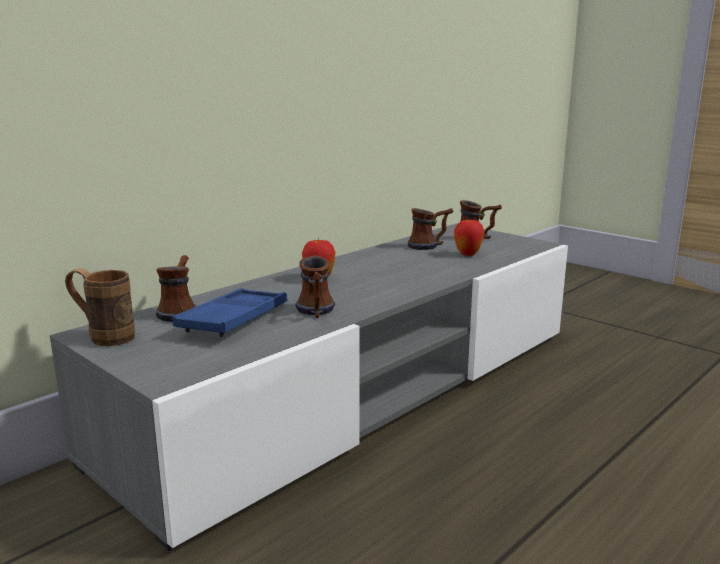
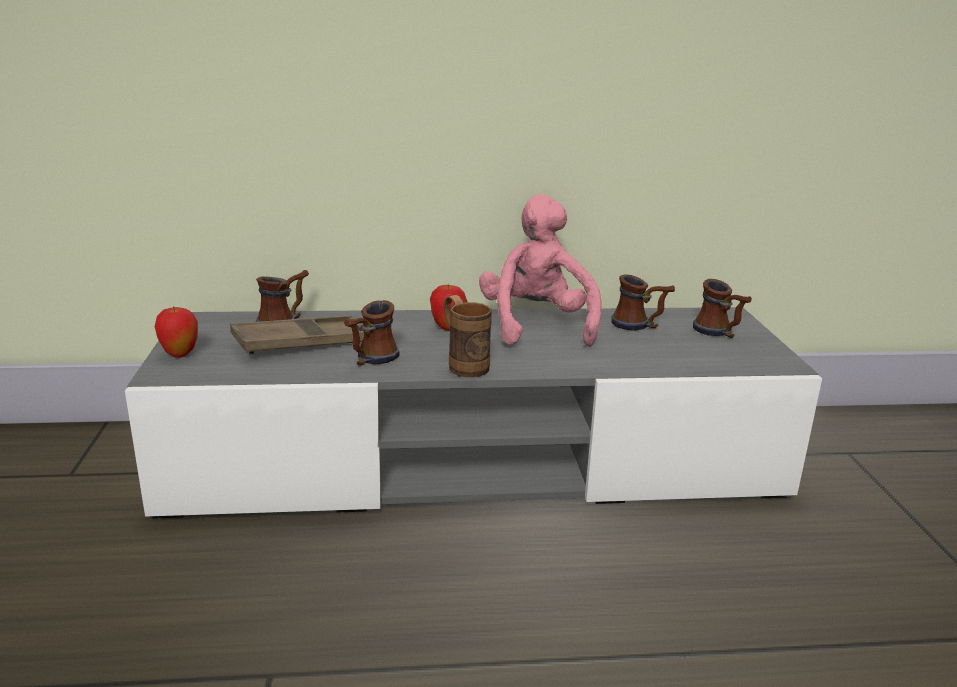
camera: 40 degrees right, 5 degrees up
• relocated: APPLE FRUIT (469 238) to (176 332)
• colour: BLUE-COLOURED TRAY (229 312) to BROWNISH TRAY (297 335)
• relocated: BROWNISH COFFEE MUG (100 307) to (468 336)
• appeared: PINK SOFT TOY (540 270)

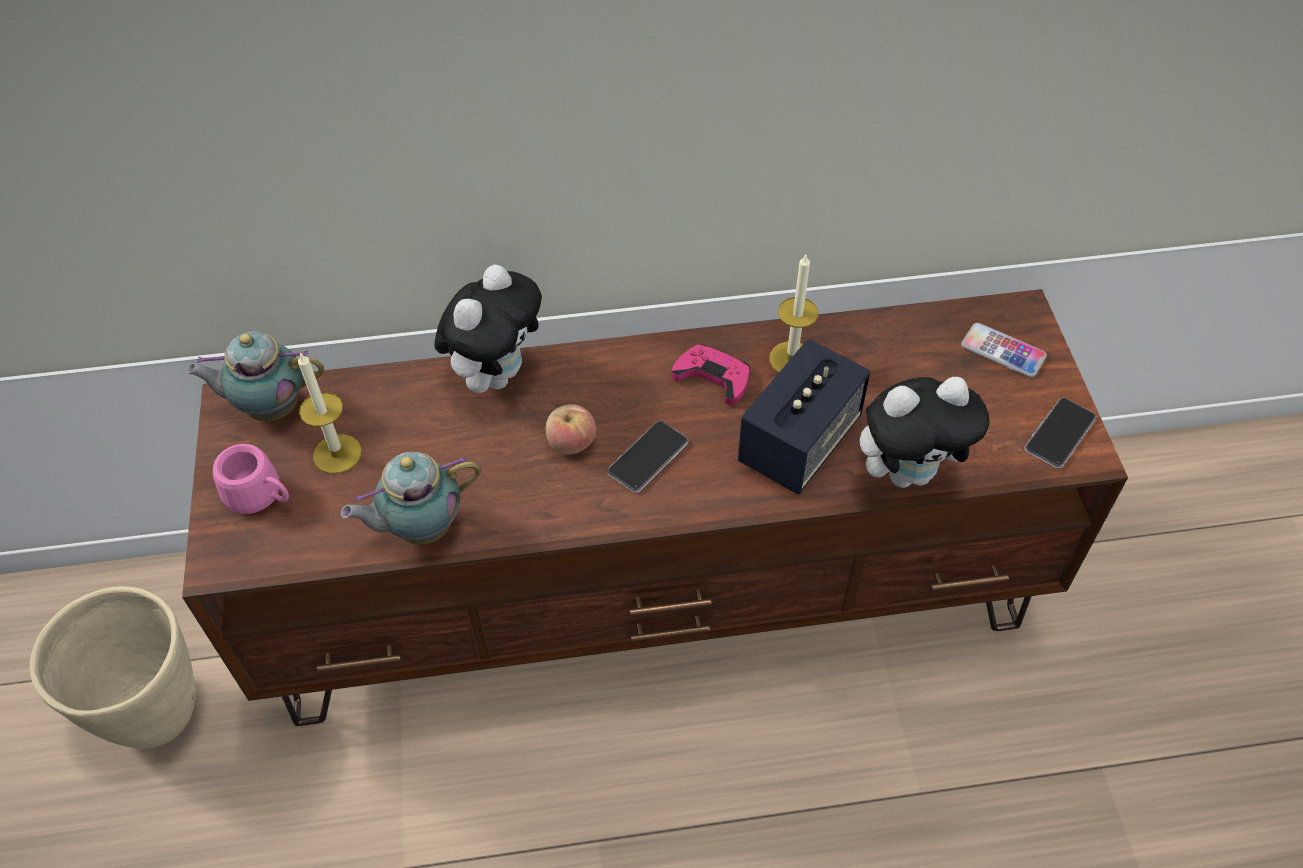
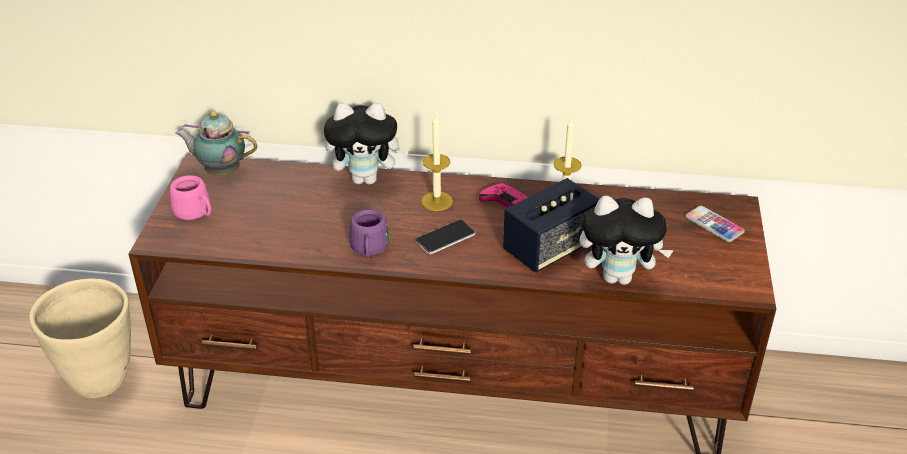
camera: 15 degrees right, 15 degrees down
• spun: SOFT TOY (488 329) = (366 144) 45 degrees clockwise
• appeared: PURPLE-COLOURED COFFEE MUG (369 233)
• relocated: CANDLE (330 413) to (437 163)
• missing: TEAPOT (411 498)
• missing: APPLE FRUIT (570 429)
• missing: TELEPHONE (1060 433)

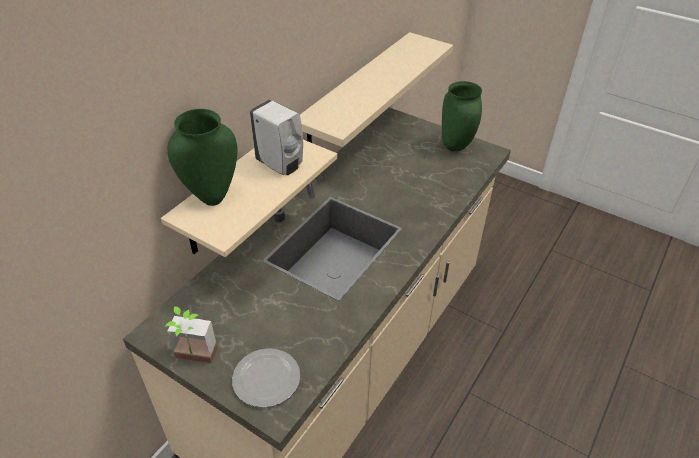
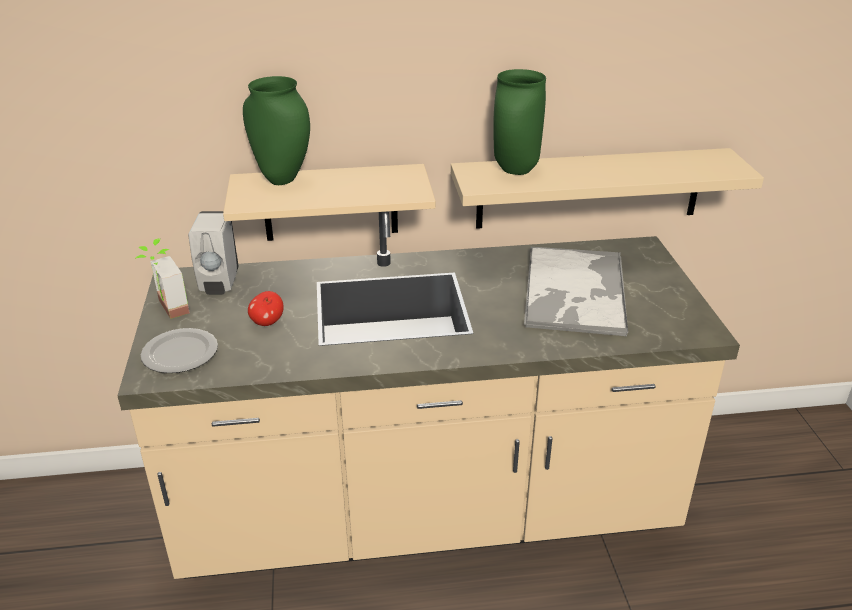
camera: 50 degrees right, 10 degrees down
• relocated: WHITE SOAP BOTTLE (276 137) to (213 253)
• appeared: APPLE FRUIT (266 308)
• relocated: GREEN-COLOURED VASE (462 116) to (519 122)
• appeared: TRAY (576 291)

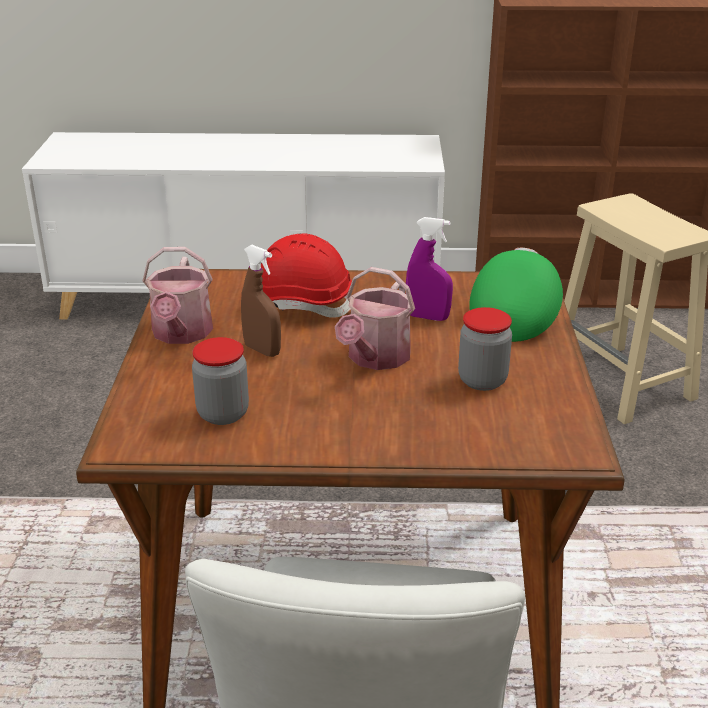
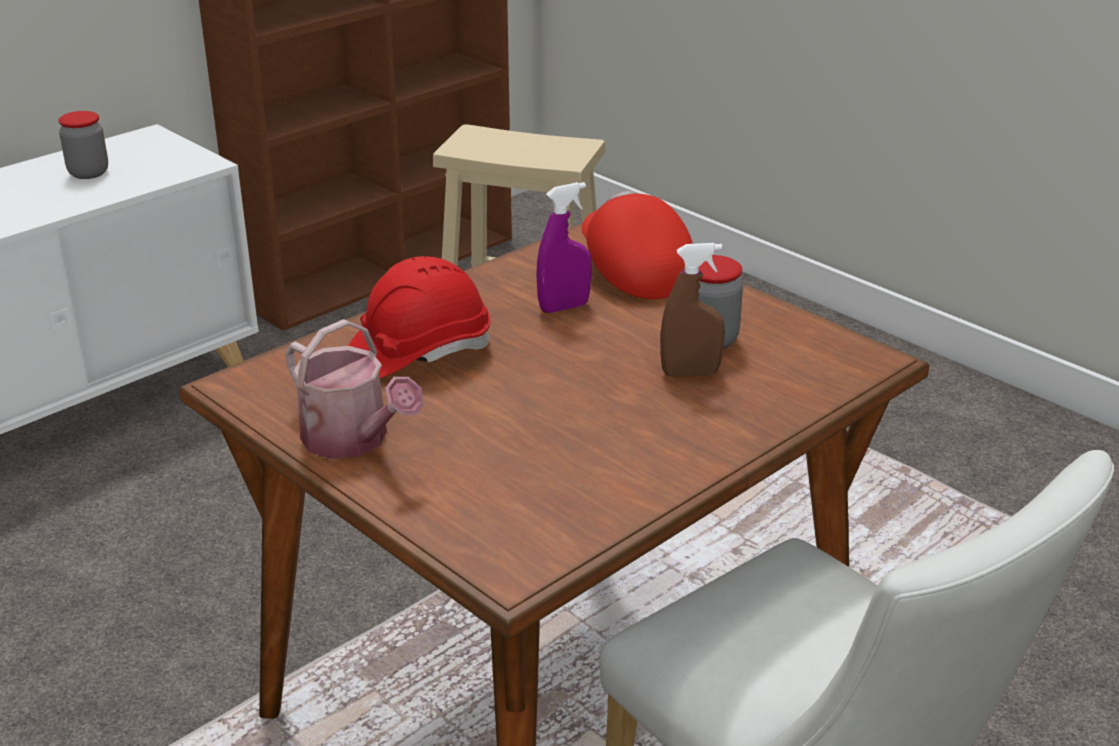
camera: 45 degrees left, 0 degrees up
• relocated: STORAGE JAR (220 381) to (83 145)
• colour: GREEN-COLOURED CAP (516 295) to RED CAP (637 245)
• relocated: BROWNISH SPRAY BOTTLE (261 301) to (692 310)
• missing: WATERING CAN (375 318)

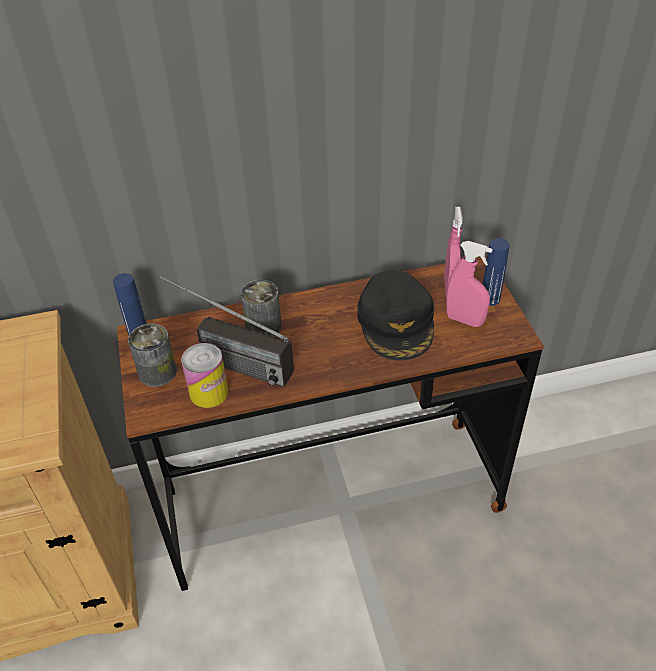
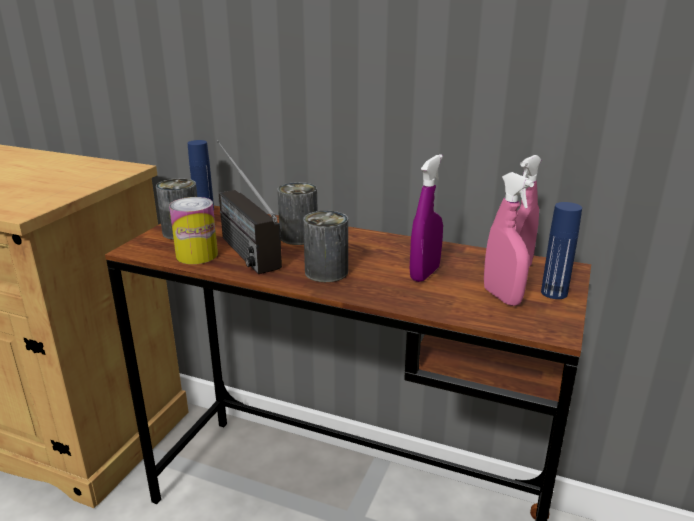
camera: 35 degrees right, 20 degrees down
• appeared: METAL CAN (325 246)
• exchanged: BLACK-COLOURED CAP (395 315) to PURPLE-COLOURED SPRAY BOTTLE (426 218)

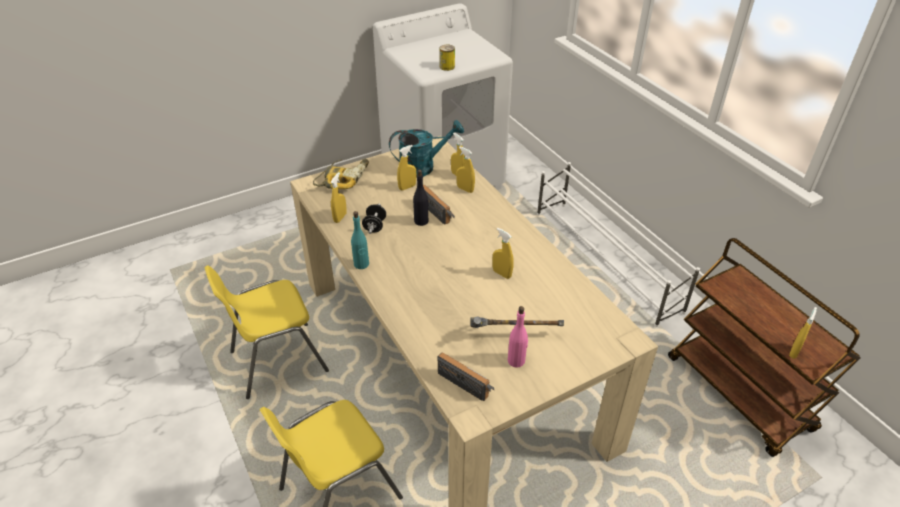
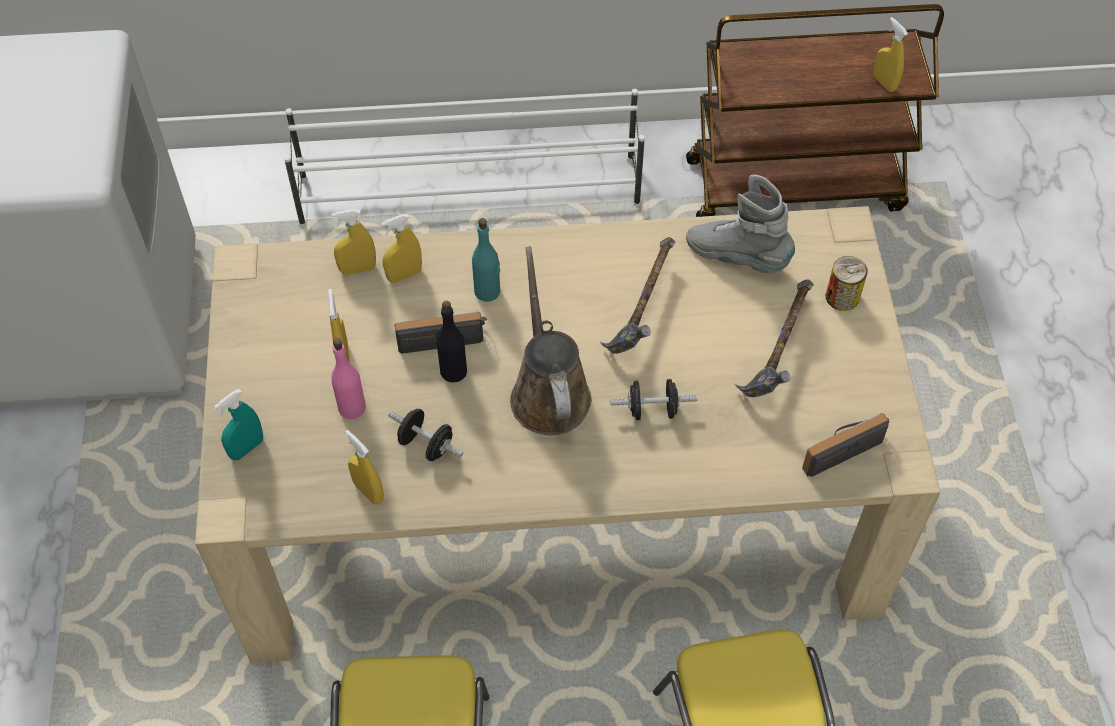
camera: 65 degrees left, 15 degrees up
• exchanged: ELECTRIC DRILL (341 174) to TURQUOISE SPRAY BOTTLE (238 425)
• relocated: PINK BEVERAGE BOTTLE (518 336) to (348 378)
• relocated: TURQUOISE BEVERAGE BOTTLE (360 240) to (486 260)
• appeared: BROWNISH WATERING CAN (550 340)
• exchanged: YELLOW SPRAY BOTTLE (503 253) to TOOL HAMMER (637 295)
• appeared: BLACK-COLOURED DUMBBELL (653 399)
• appeared: GRAY BOOT (740 224)
• relocated: METAL CAN (447 58) to (847 283)
• missing: TURQUOISE WATERING CAN (426 149)

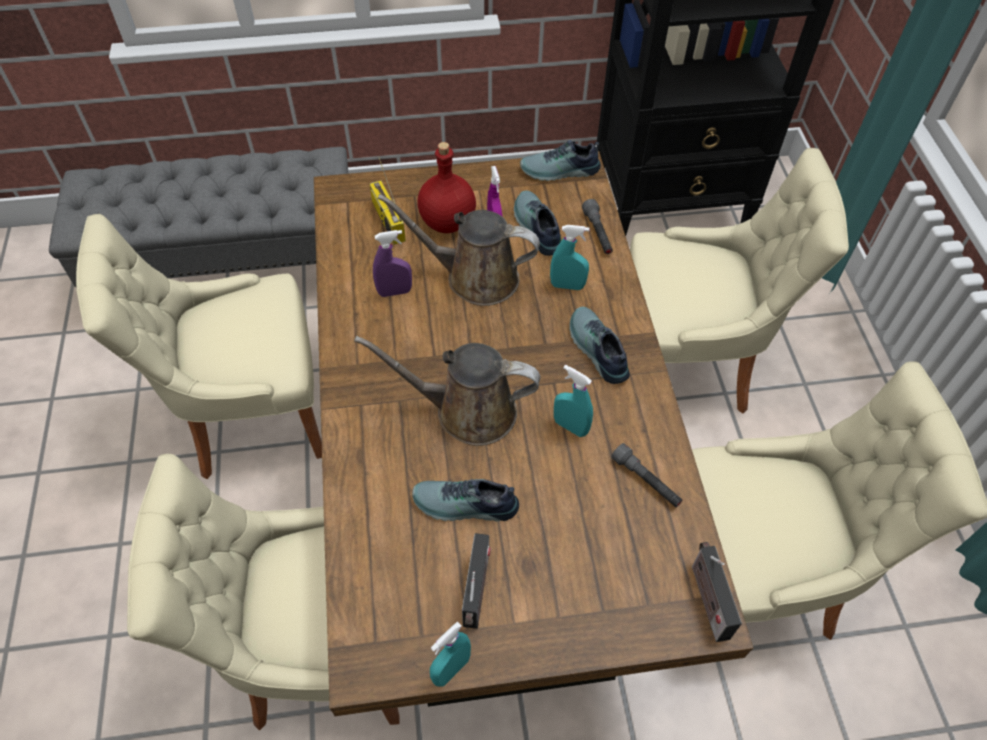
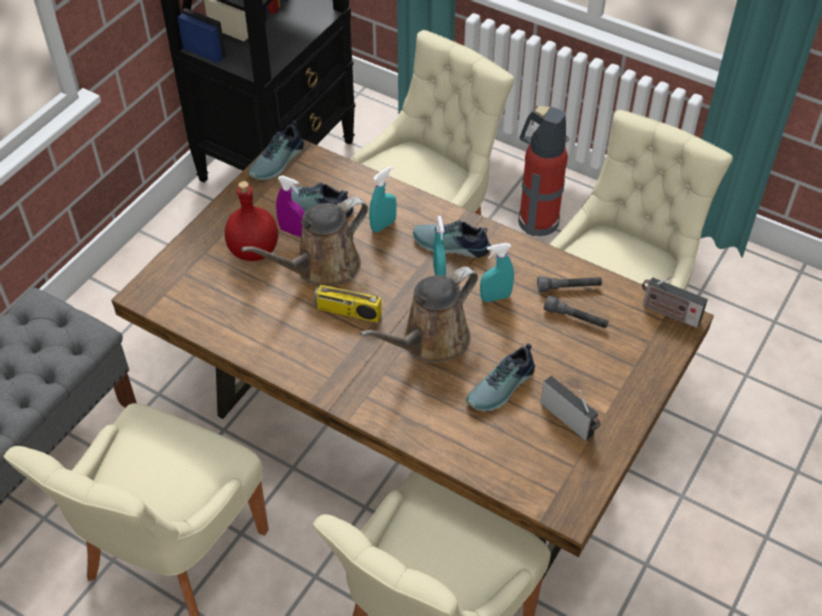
camera: 50 degrees left, 5 degrees down
• relocated: RADIO SET (388 201) to (348 292)
• relocated: TURQUOISE SPRAY BOTTLE (450 654) to (439 246)
• appeared: FIRE-FIGHTING CYLINDER (544 171)
• relocated: GRAY FLASHLIGHT (597 226) to (576 311)
• missing: PURPLE-COLOURED SPRAY BOTTLE (392 263)

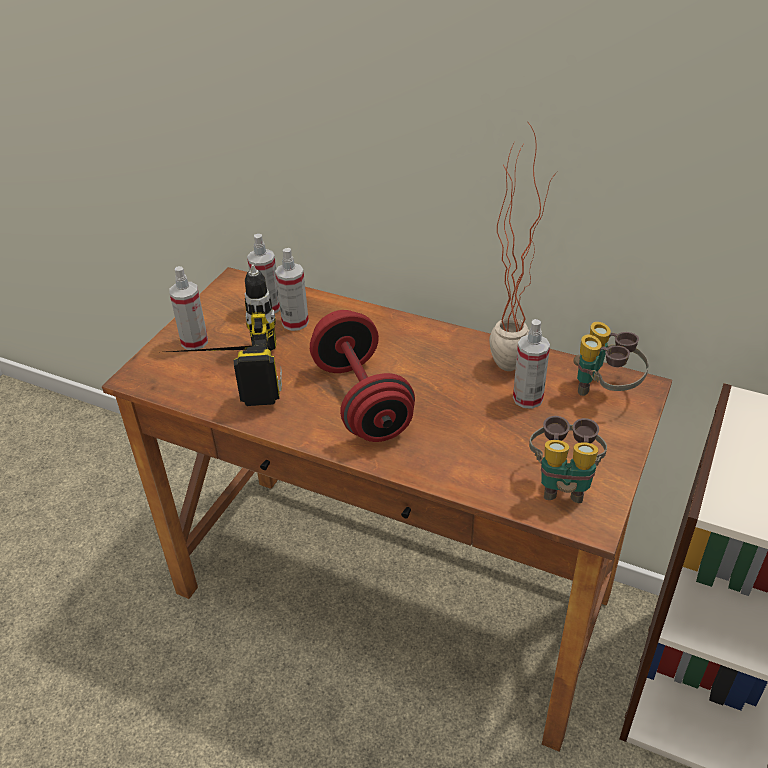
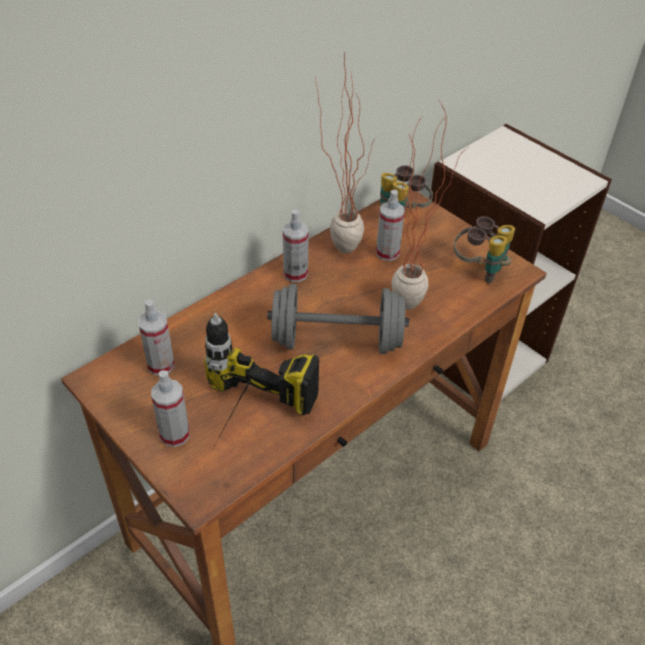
camera: 70 degrees left, 5 degrees up
• colour: RED DUMBBELL (362 376) to GRAY DUMBBELL (338 319)
• relocated: SPRAY BOTTLE (292 289) to (296 245)
• appeared: PLANT IN A POT (429 204)

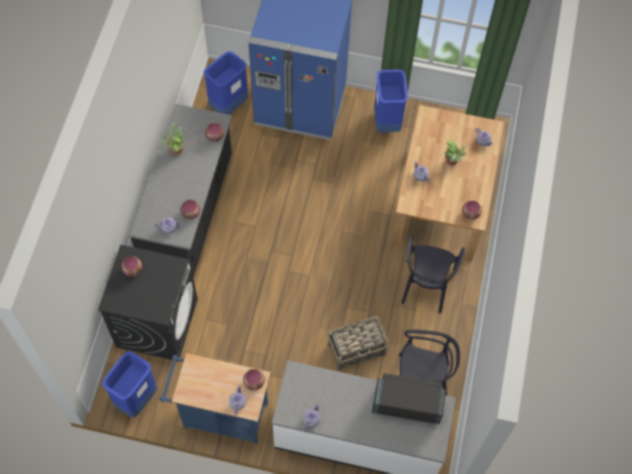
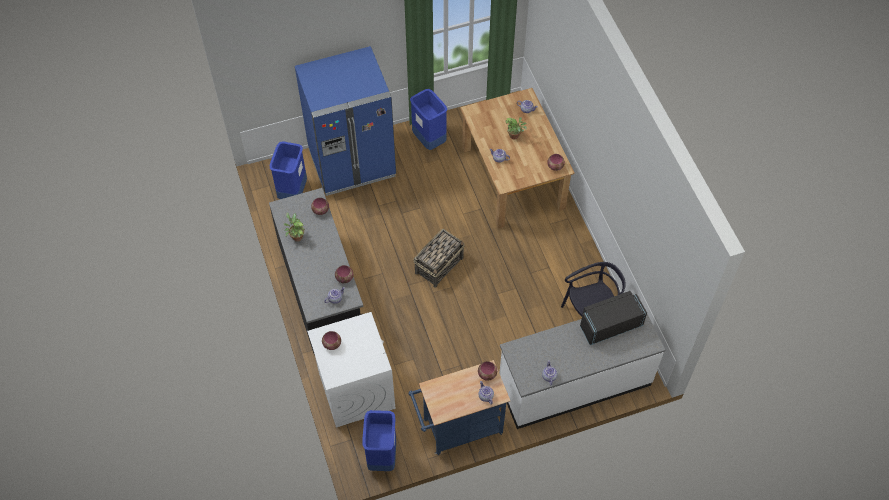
camera: 30 degrees left, 5 degrees down
• colour: BLACK-COLOURED WASHING MACHINE (148 302) to WHITE WASHING MACHINE (351 370)
• relocated: HOUSEHOLD BASKET (358 343) to (439 258)
• missing: BLACK-COLOURED PLAIN CHAIR (433 274)

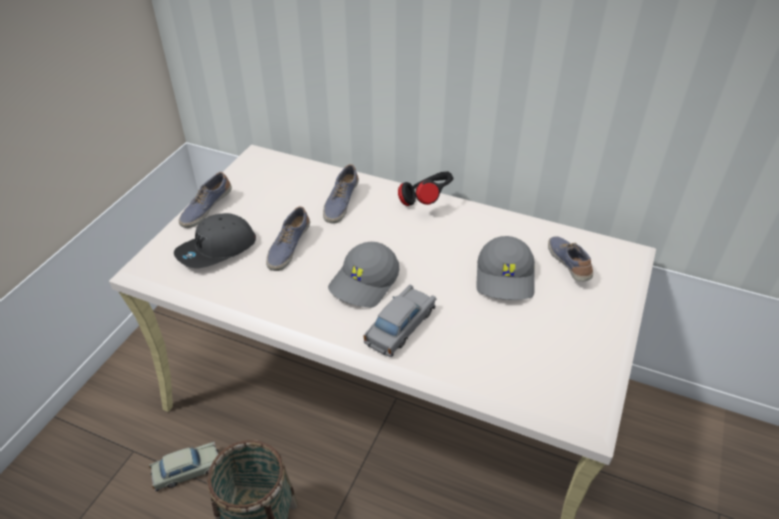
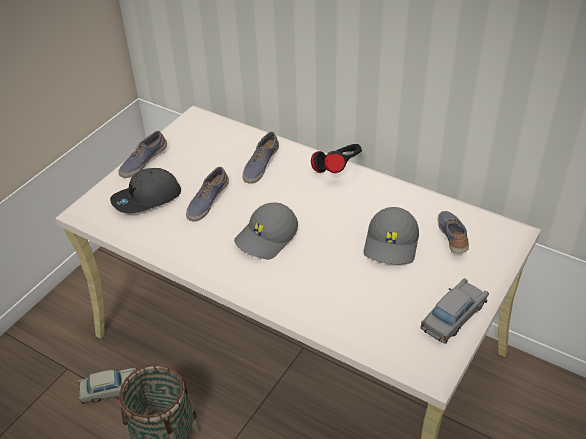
camera: 10 degrees right, 0 degrees up
• relocated: GRAY MODEL CAR (399 321) to (454 311)

